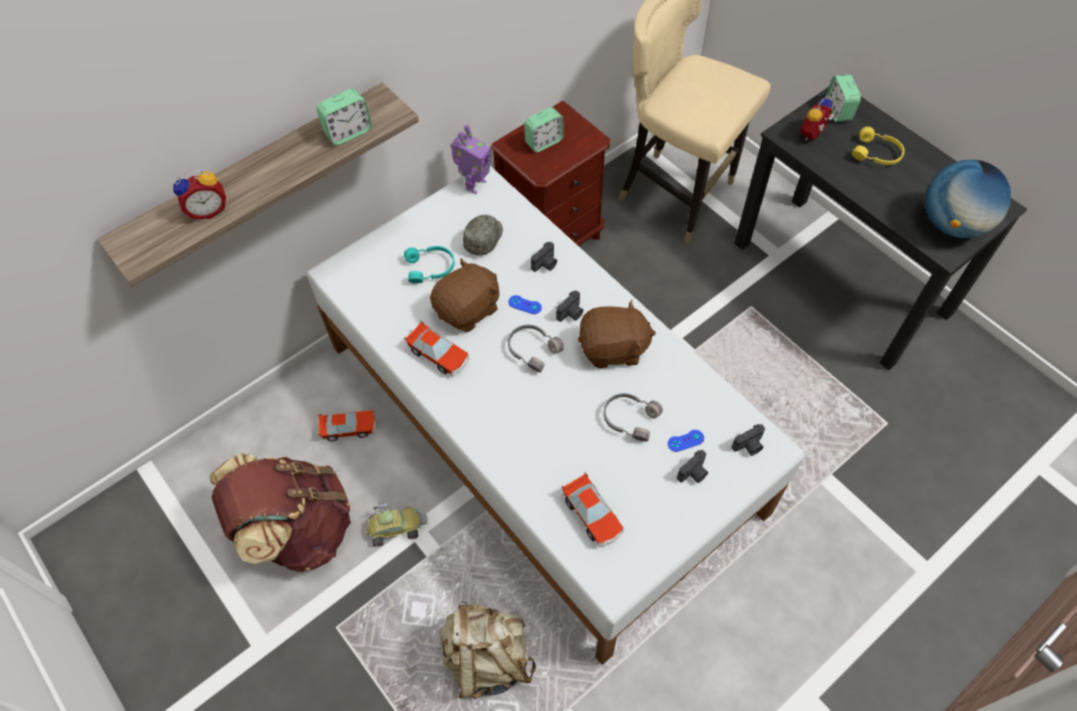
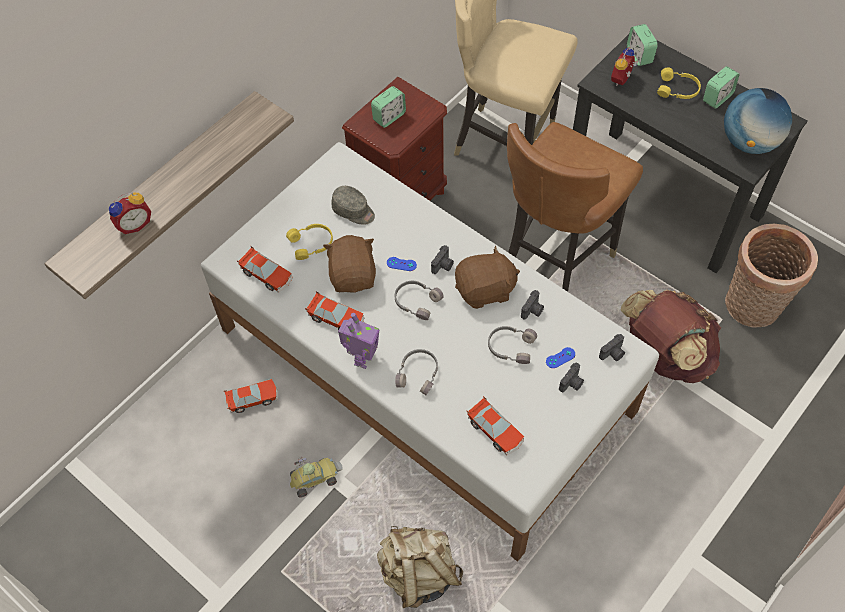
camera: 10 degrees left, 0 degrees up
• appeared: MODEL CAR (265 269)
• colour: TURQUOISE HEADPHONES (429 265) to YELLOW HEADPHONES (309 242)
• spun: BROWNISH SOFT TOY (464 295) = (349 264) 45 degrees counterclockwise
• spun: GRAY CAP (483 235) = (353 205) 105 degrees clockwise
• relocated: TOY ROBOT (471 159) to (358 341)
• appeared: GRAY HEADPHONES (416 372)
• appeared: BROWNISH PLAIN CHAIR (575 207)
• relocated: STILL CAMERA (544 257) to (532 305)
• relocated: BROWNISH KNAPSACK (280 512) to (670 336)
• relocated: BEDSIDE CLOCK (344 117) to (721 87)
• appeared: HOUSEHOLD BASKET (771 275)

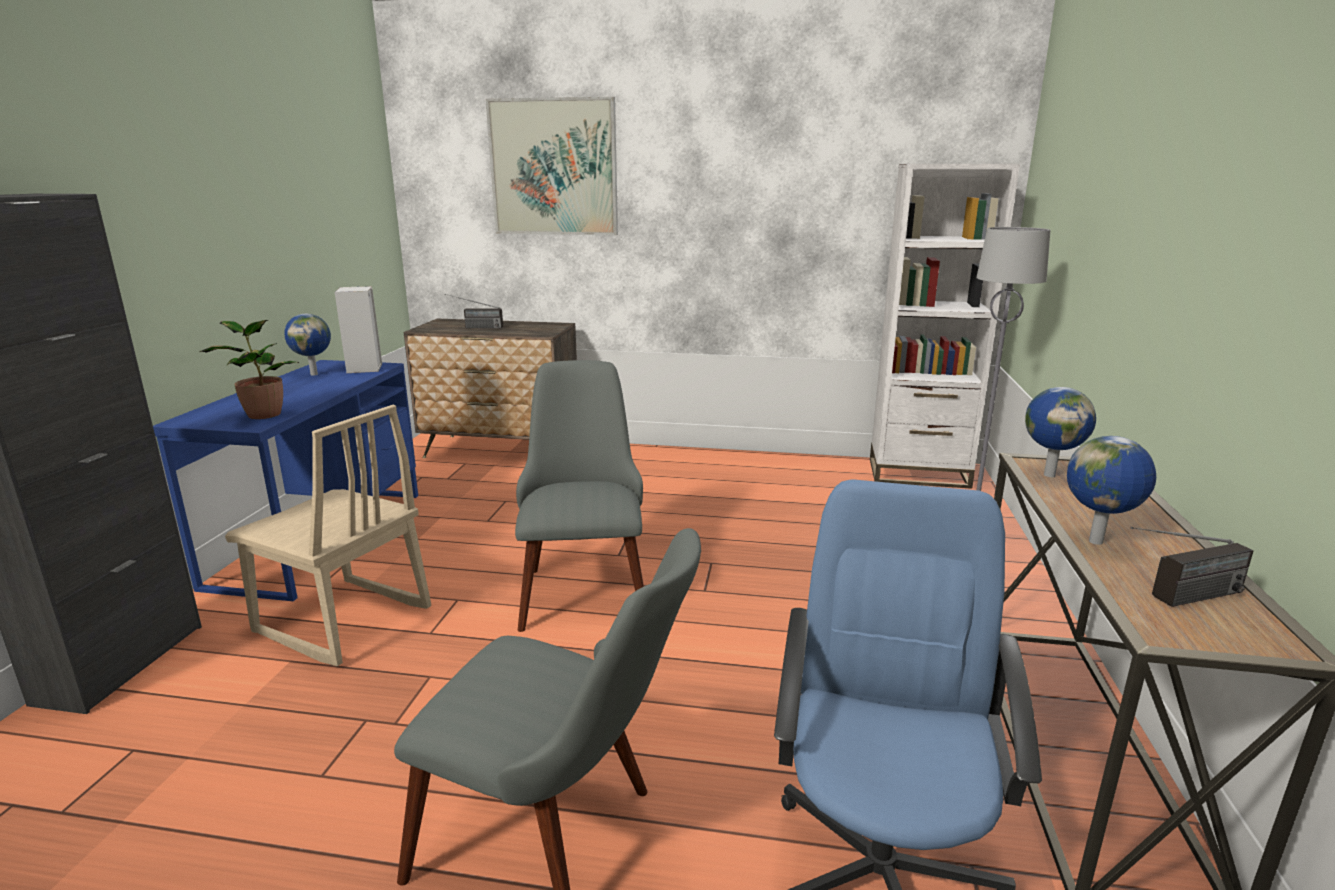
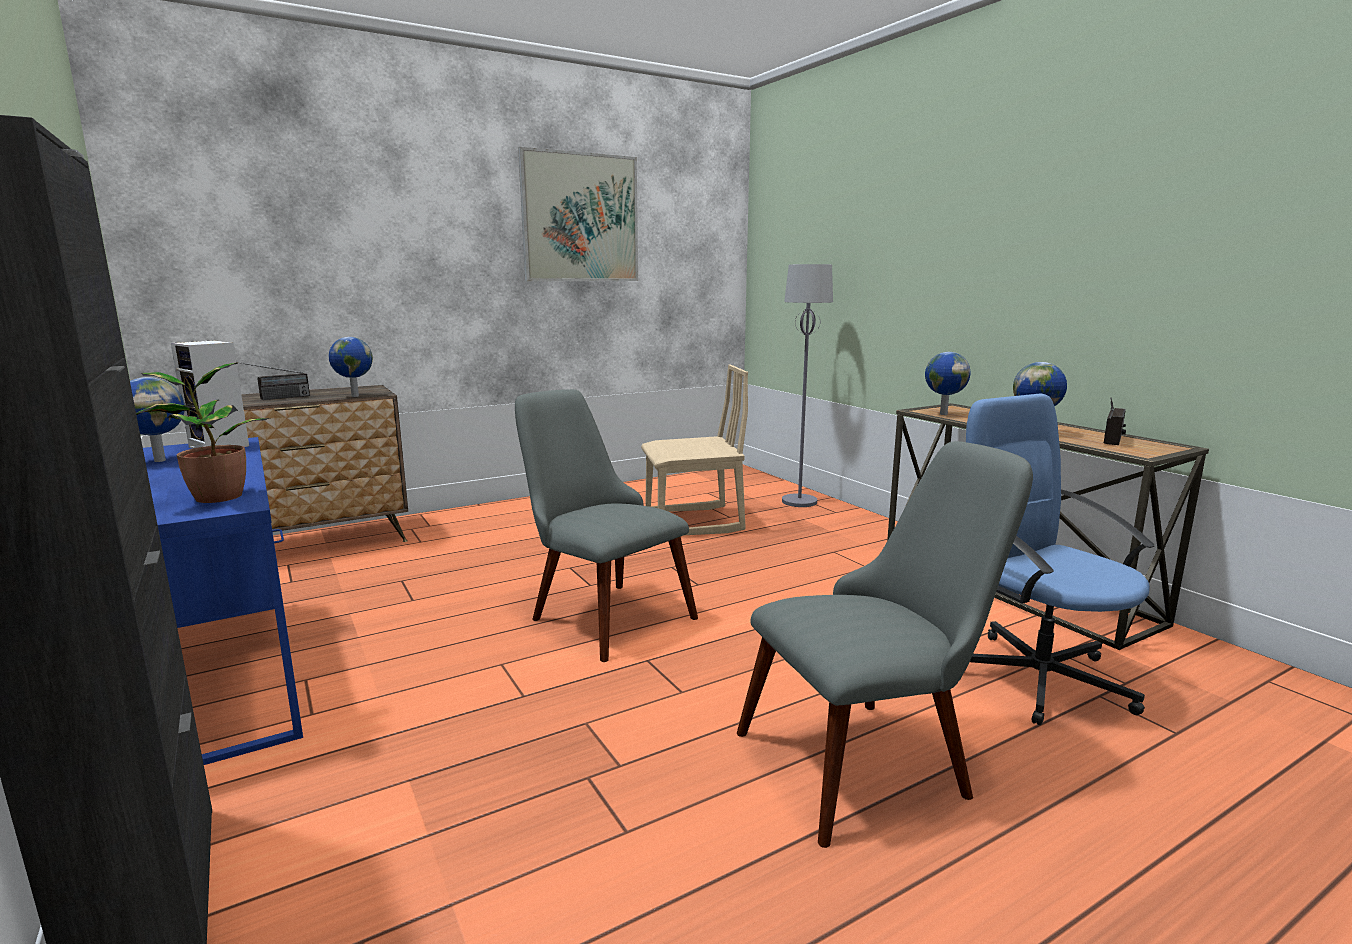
camera: 40 degrees left, 5 degrees down
• appeared: WORLD GLOBE (351 367)
• relocated: WALL ART (552 166) to (578 214)
• relocated: BEIGE PLAIN CHAIR (328 535) to (694 450)
• missing: WHITE BOOKSHELF (945 326)

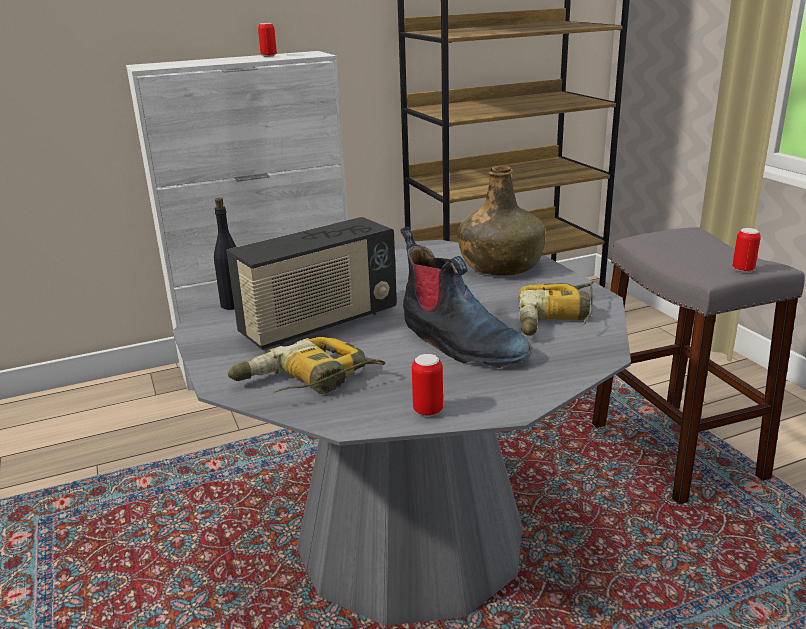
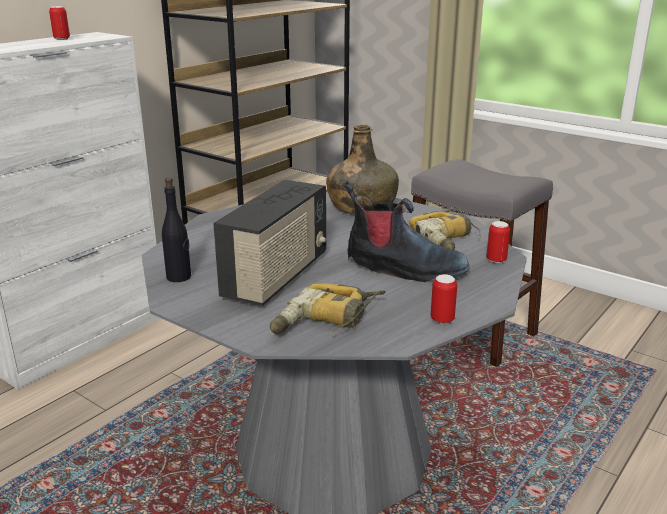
camera: 30 degrees left, 0 degrees up
• relocated: METAL CAN (746 250) to (498 242)

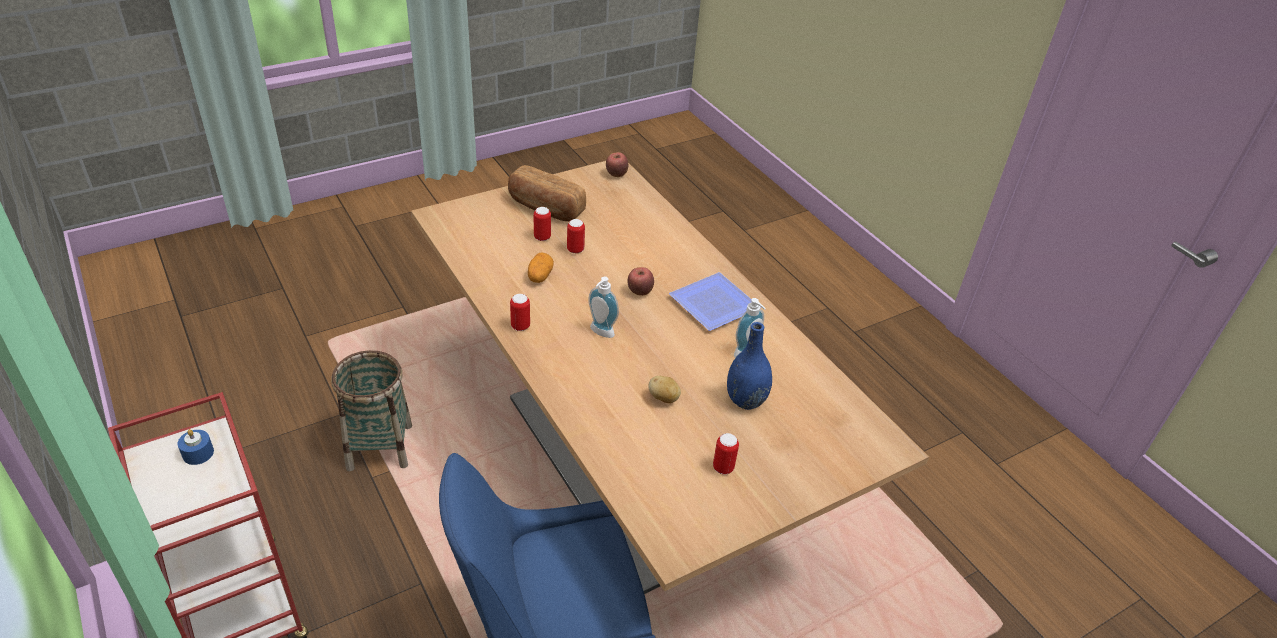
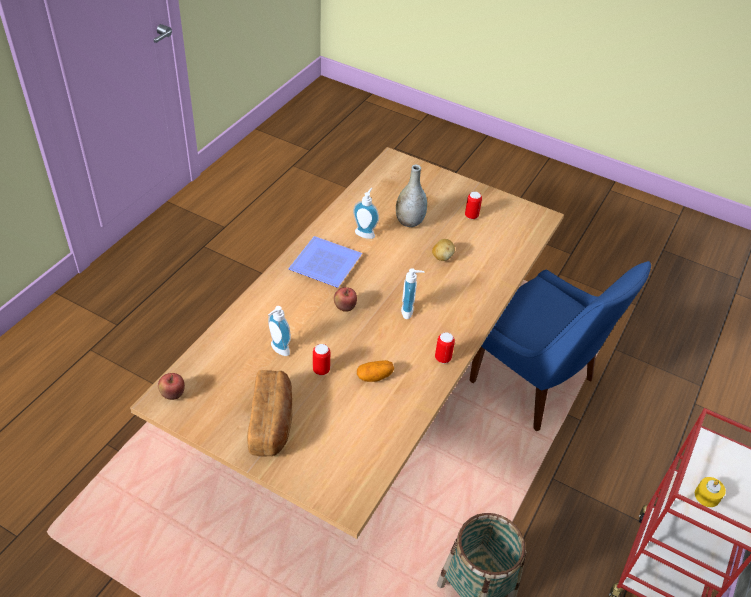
camera: 120 degrees left, 5 degrees up
• appeared: SOAP BOTTLE (279 331)
• colour: BLUE-COLOURED VASE (749 366) to GRAY VASE (411 195)
• colour: BLUE-COLOURED CANDLE (195 447) to YELLOW CANDLE (710 492)
• missing: METAL CAN (542 224)

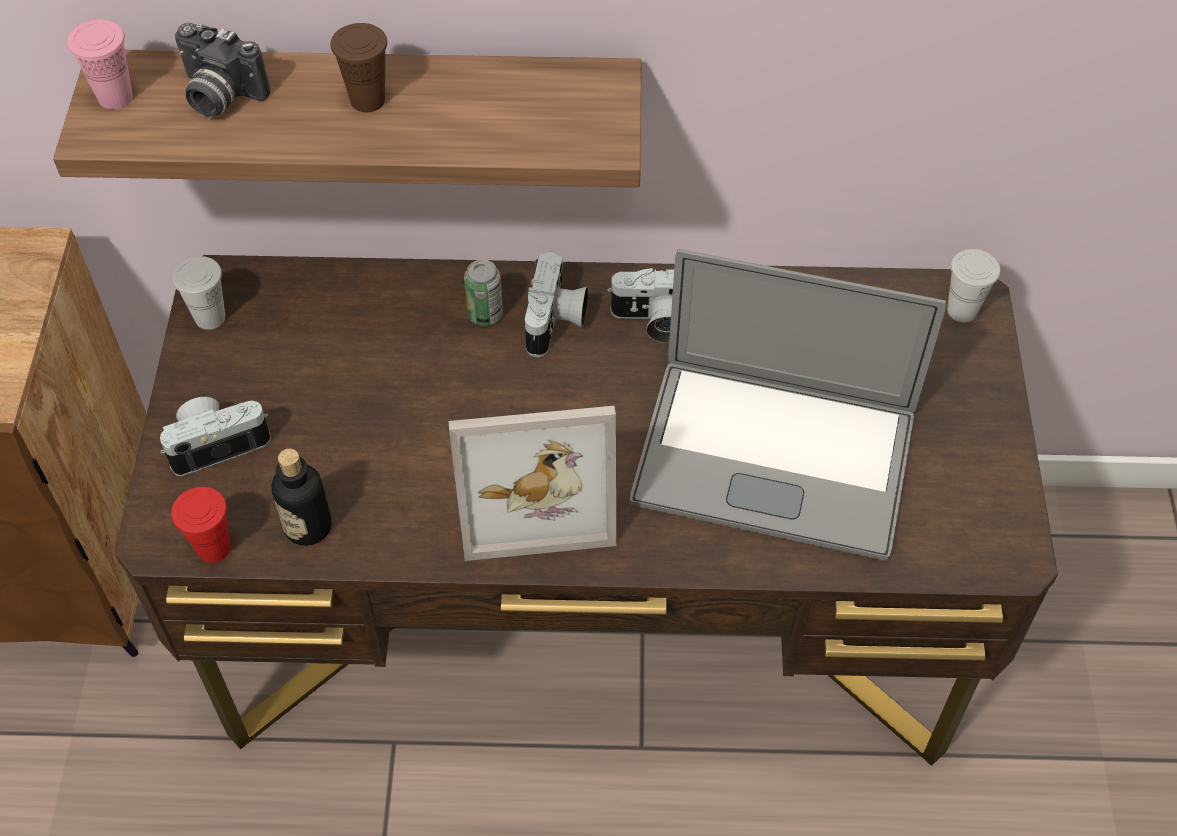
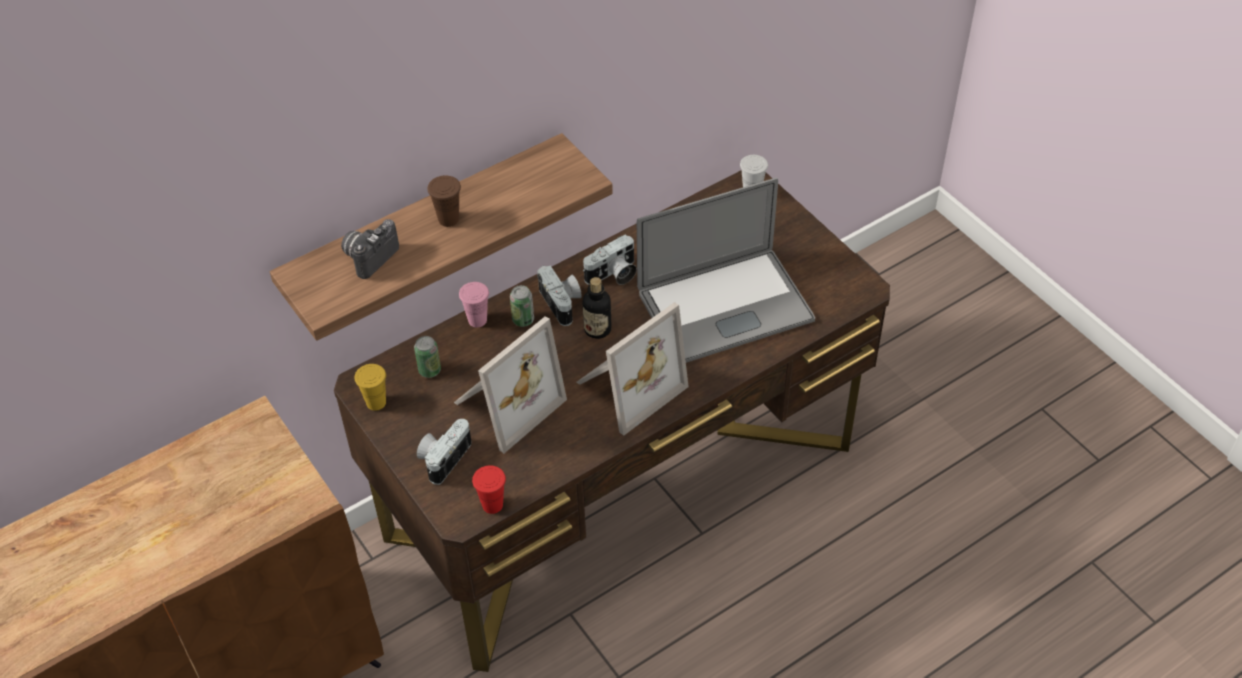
camera: 35 degrees left, 5 degrees down
• spun: STILL CAMERA (222 70) = (370 249) 135 degrees clockwise
• colour: WHITE DRINKING CUP (198 293) to YELLOW DRINKING CUP (370 387)
• appeared: METAL CAN (427 357)
• appeared: PICTURE FRAME (510 384)
• relocated: PINK DRINKING CUP (100 64) to (474 304)
• relocated: BEVERAGE BOTTLE (301 497) to (597 308)

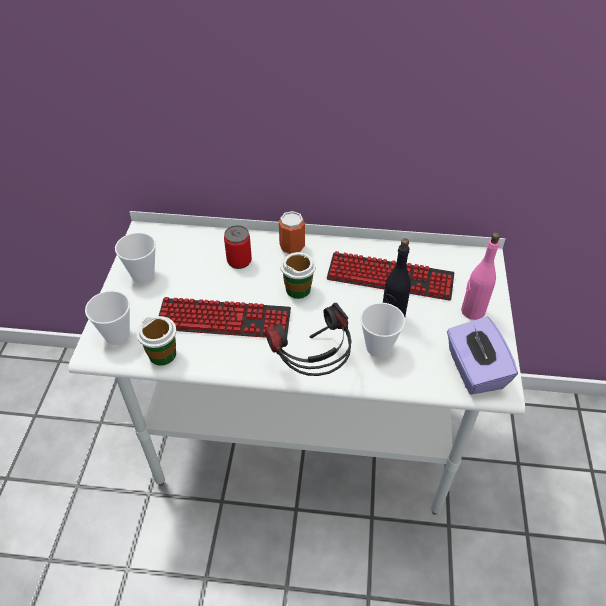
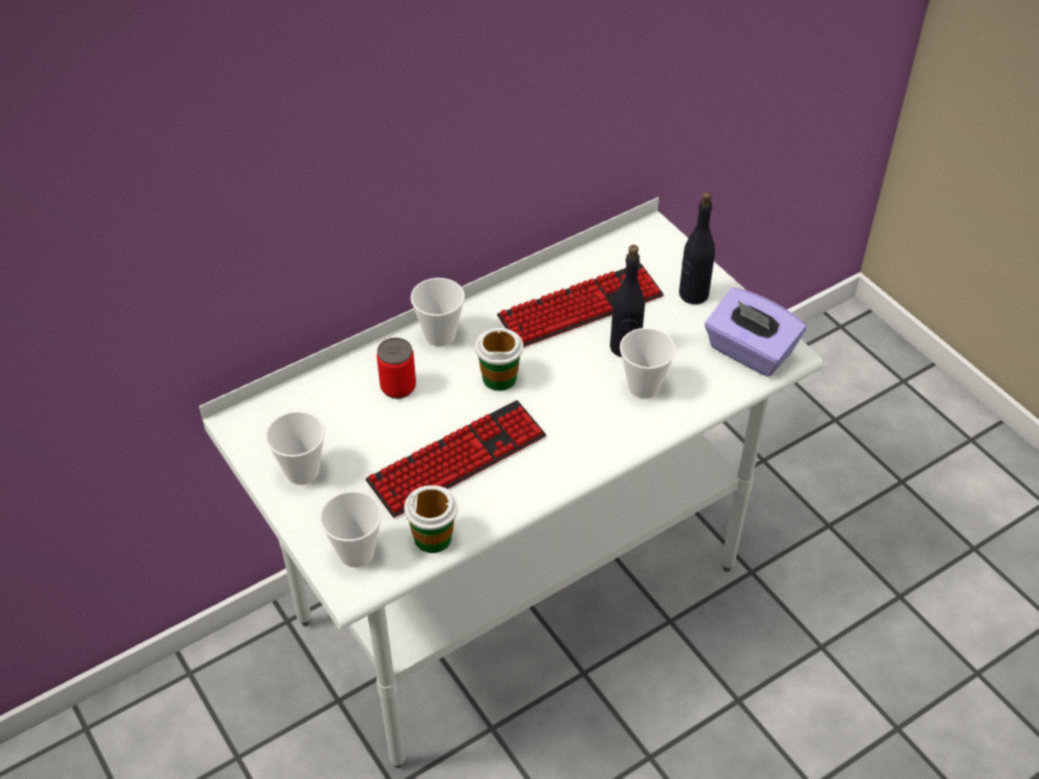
camera: 40 degrees left, 0 degrees up
• exchanged: METAL CAN (292 232) to DRINKING CUP (438 312)
• colour: PINK BEVERAGE BOTTLE (480 276) to BLACK-COLOURED BEVERAGE BOTTLE (697 248)
• missing: HEADPHONES (308 339)

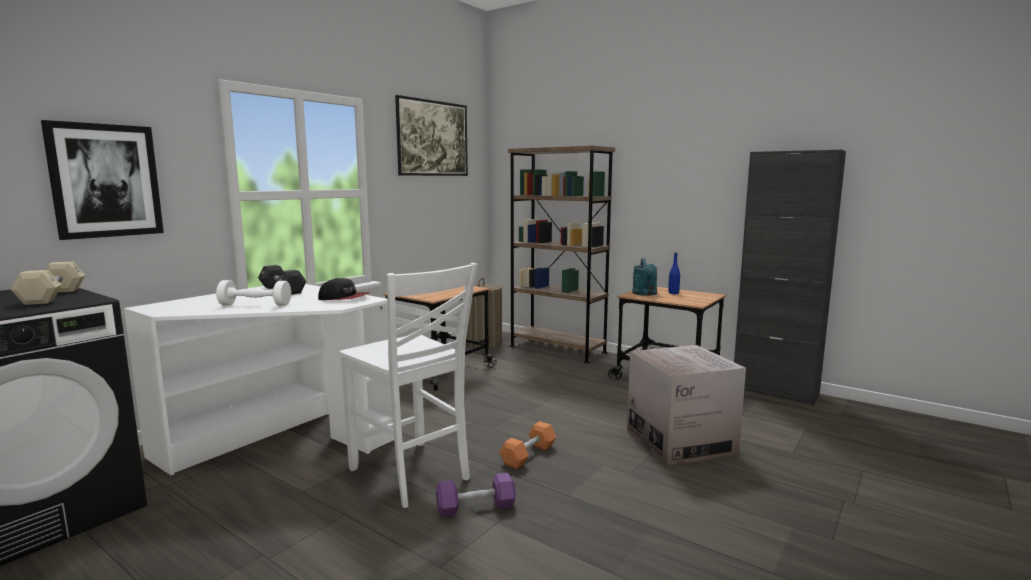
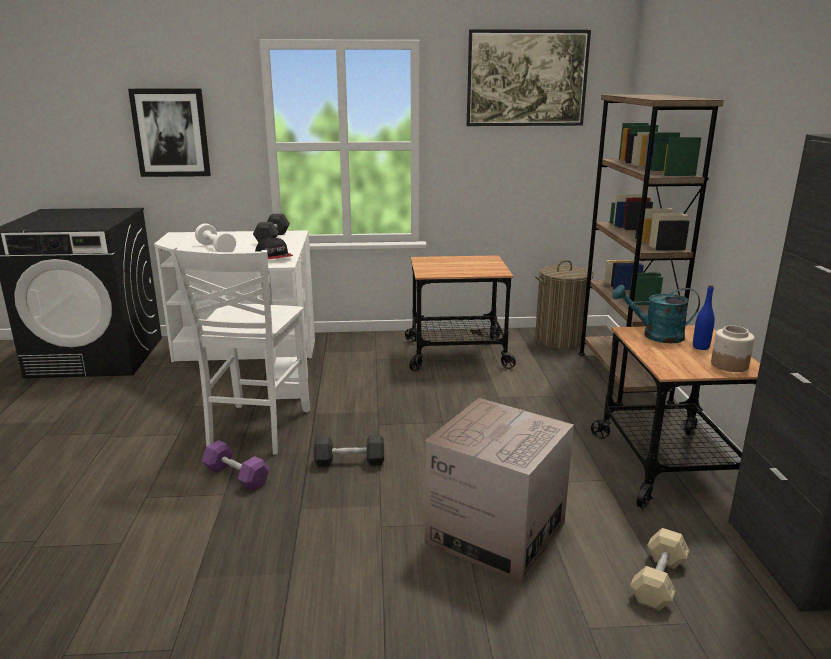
camera: 50 degrees right, 10 degrees up
• colour: ORANGE-COLOURED DUMBBELL (528 445) to BLACK-COLOURED DUMBBELL (349 451)
• spun: TURQUOISE WATERING CAN (645 277) = (656 313) 45 degrees clockwise
• relocated: BEIGE DUMBBELL (48 283) to (659 569)
• appeared: STORAGE JAR (733 349)

